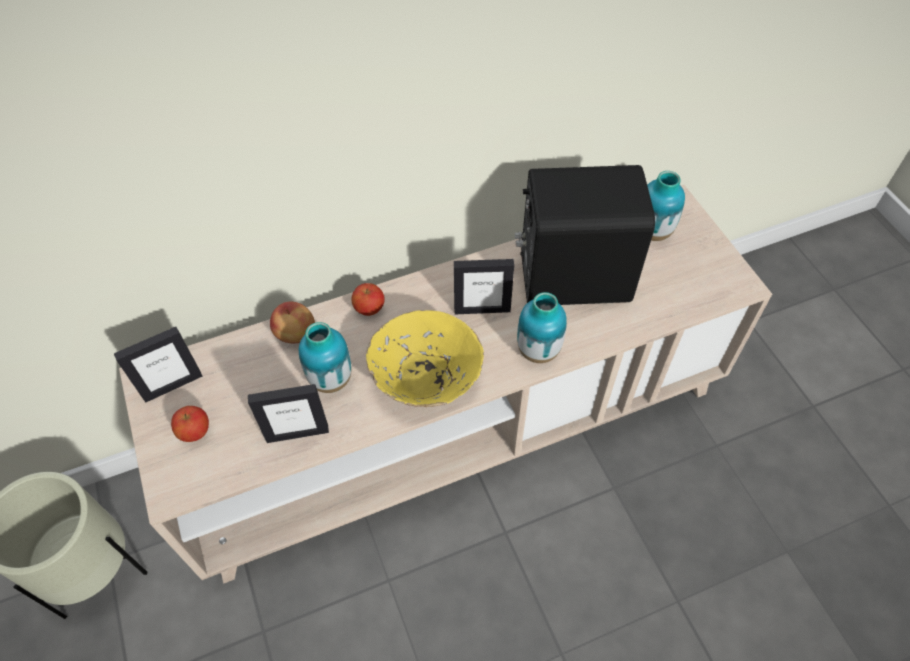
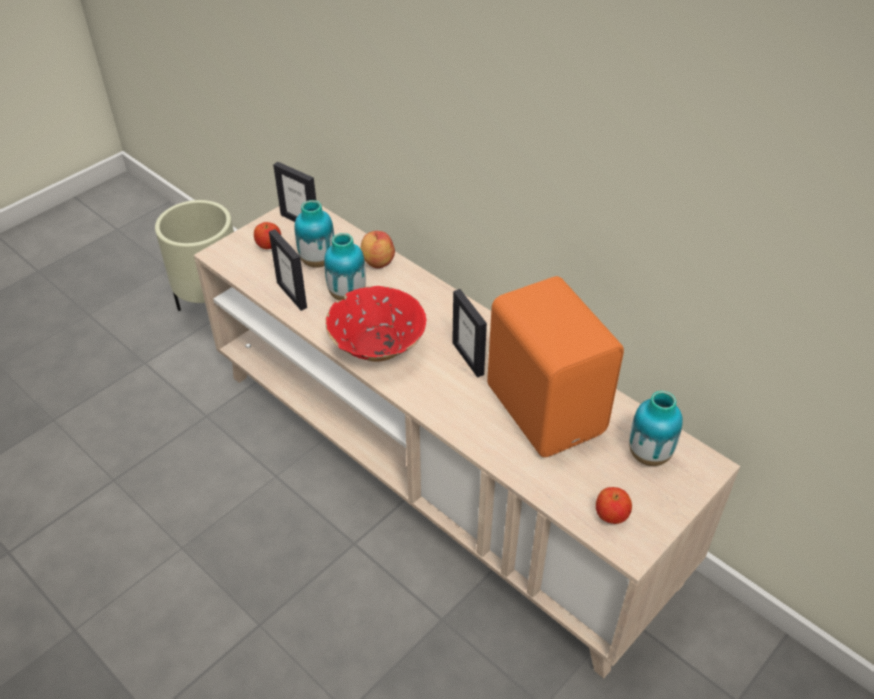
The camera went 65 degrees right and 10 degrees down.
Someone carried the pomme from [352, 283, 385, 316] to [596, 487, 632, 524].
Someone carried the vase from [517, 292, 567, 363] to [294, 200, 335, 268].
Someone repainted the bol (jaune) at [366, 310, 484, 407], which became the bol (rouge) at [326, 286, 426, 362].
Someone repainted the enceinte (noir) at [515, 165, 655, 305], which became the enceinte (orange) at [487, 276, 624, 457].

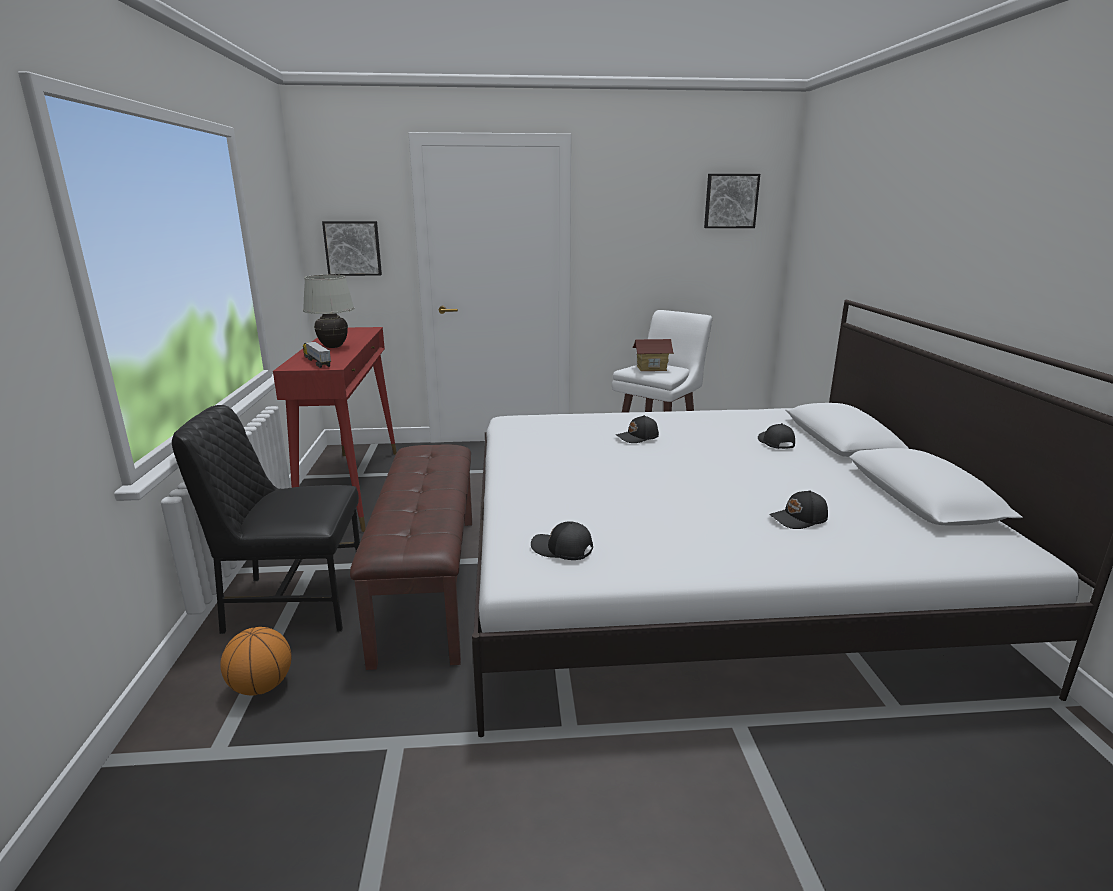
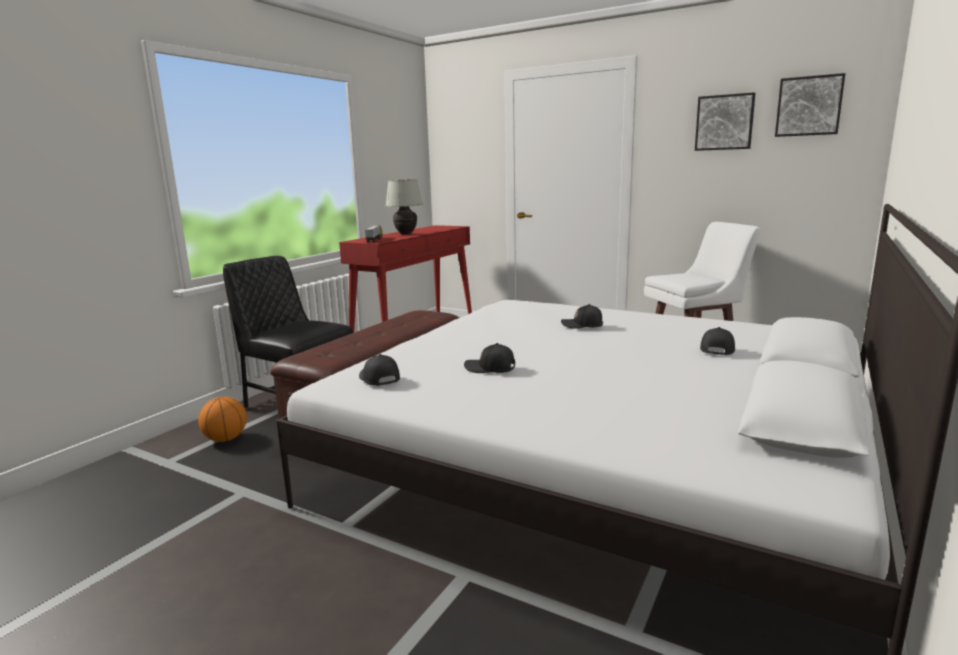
The camera went 35 degrees right and 5 degrees down.
Someone took away the maison miniature at [632, 339, 674, 371].
Someone carried the tableau from [322, 221, 382, 276] to [695, 92, 755, 151].
Someone carried the casquette (noir) from [769, 490, 828, 529] to [464, 343, 515, 373].

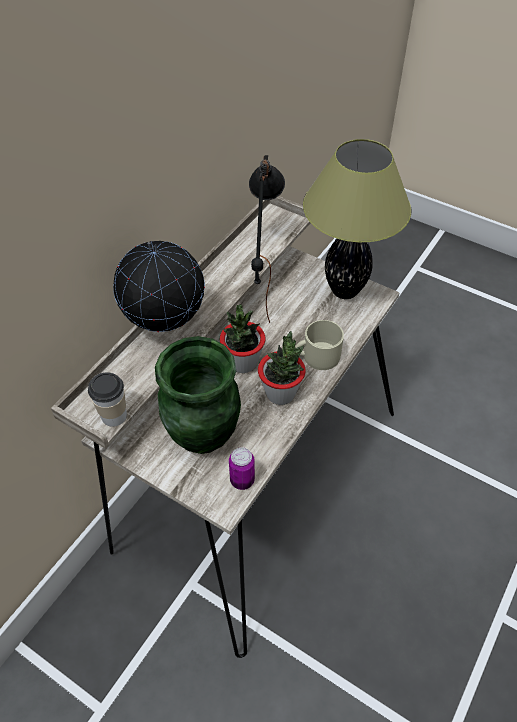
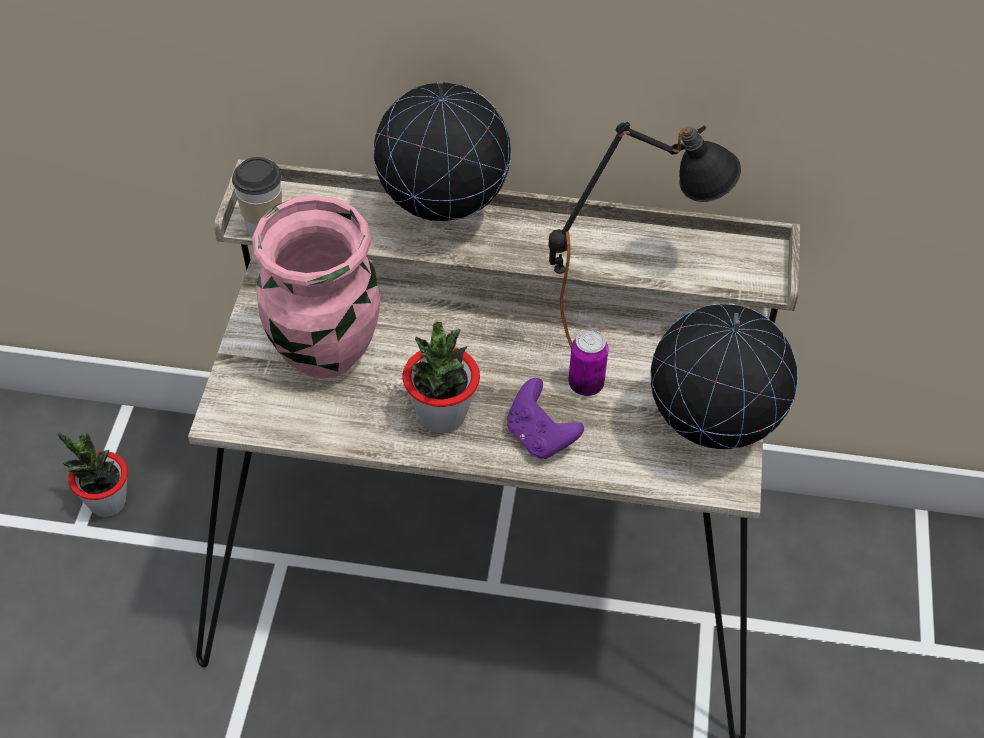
The camera went 65 degrees right and 0 degrees up.
Someone carried the plante en pot from [220, 304, 265, 373] to [58, 432, 128, 517].
Someone carried the boîte métallique from [229, 447, 255, 490] to [568, 330, 609, 396].
Someone swapped the mug (beige) at [295, 320, 344, 370] for the manette (violet) at [507, 378, 584, 459].
Someone swapped the lampe de table at [303, 139, 411, 299] for the globe at [651, 304, 798, 449].
Someone repainted the vase (vert) at [155, 336, 241, 454], which became the vase (rose) at [252, 195, 380, 379].

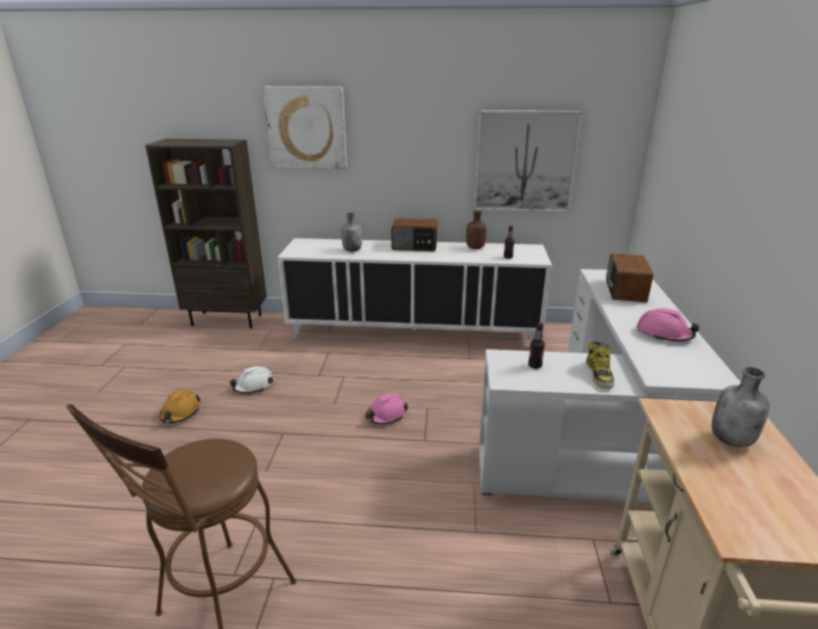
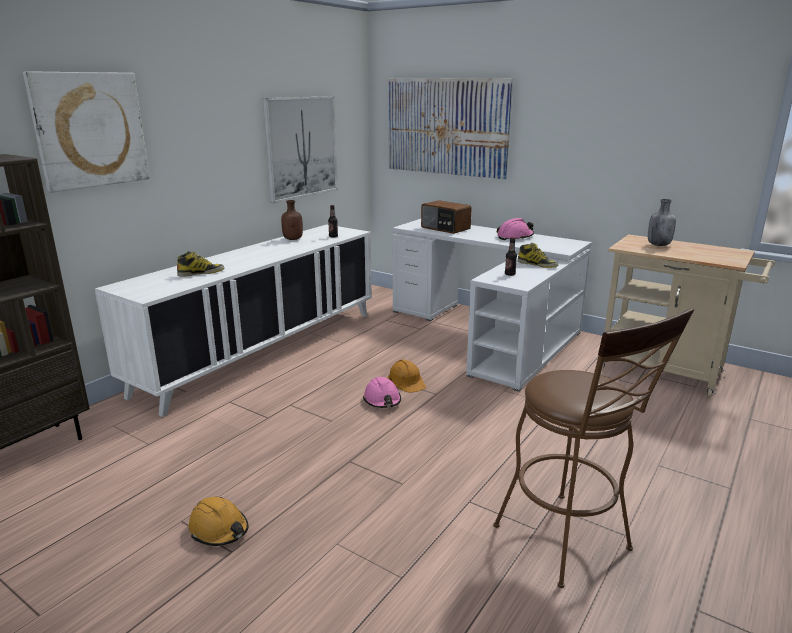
The camera went 60 degrees left and 5 degrees down.
Someone took away the casque de chantier (blanc) at [230, 366, 274, 393].
Someone took away the radio at [391, 218, 438, 251].
Someone put down the casque de chantier (orange) at [387, 359, 426, 393].
Someone put up the tableau at [388, 78, 513, 179].
Someone swapped the bouteille (gris) at [341, 213, 362, 252] for the botte at [177, 251, 224, 277].

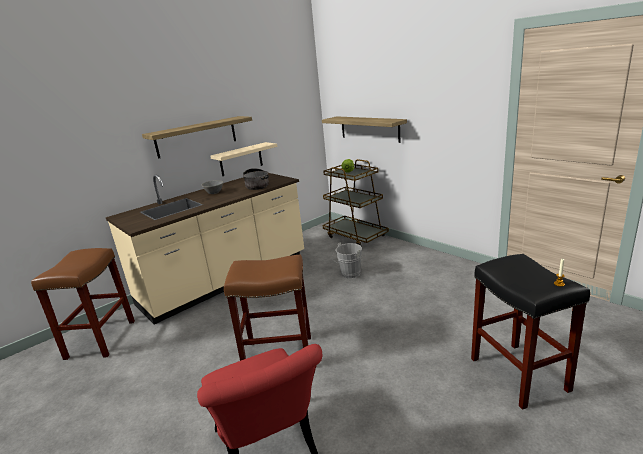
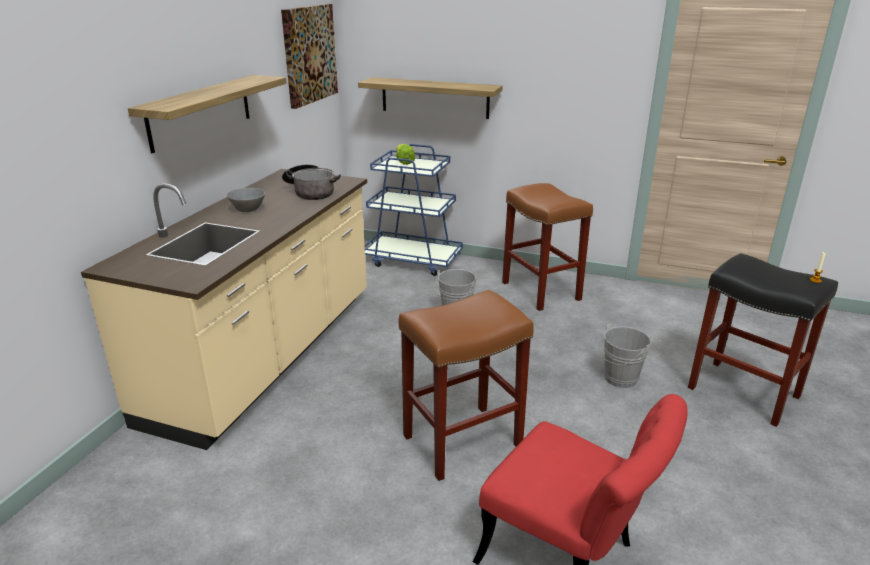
The camera went 30 degrees left and 5 degrees up.
Someone took away the étagère (beige) at [210, 142, 277, 176].
Someone put up the tableau at [281, 4, 338, 109].
Someone put down the seau (gris) at [595, 324, 652, 389].
Someone carried the tabouret (marron) from [31, 248, 135, 360] to [502, 183, 593, 311].
Someone repainted the chariot (marron) at [323, 159, 389, 247], which became the chariot (bleu) at [365, 144, 463, 276].

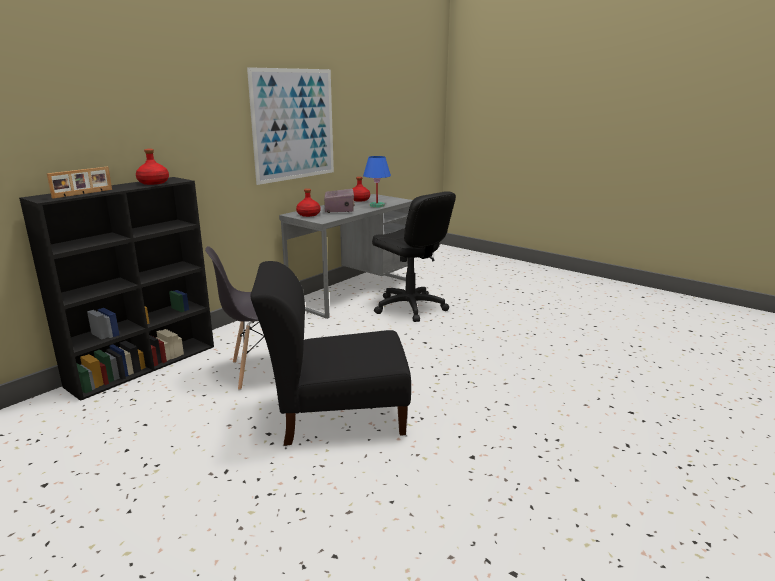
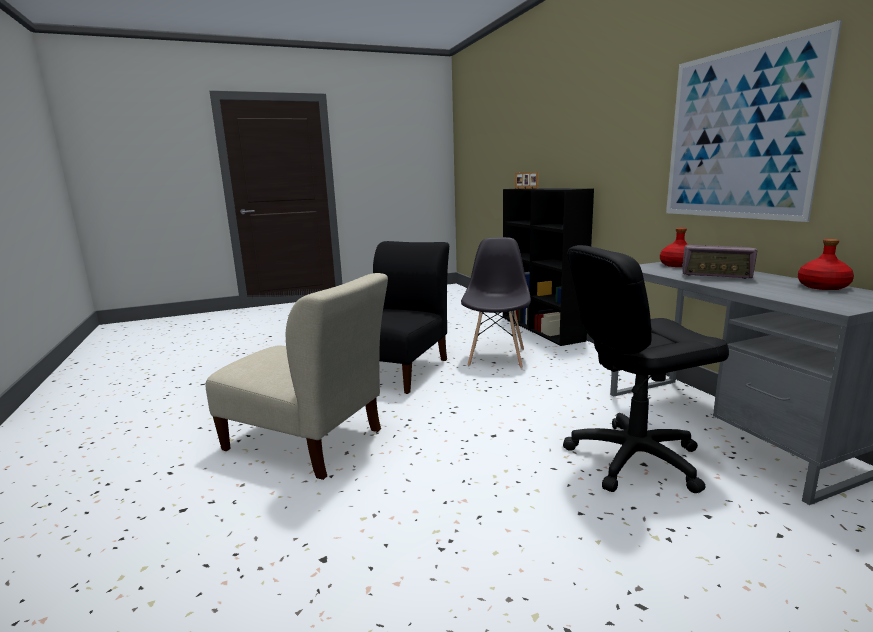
The camera went 120 degrees right and 5 degrees down.
Someone took away the bouteille (rouge) at [136, 149, 169, 185].
Someone took away the lampe de table (bleu) at [363, 156, 391, 208].
Someone put down the chaise (beige) at [205, 273, 388, 480].

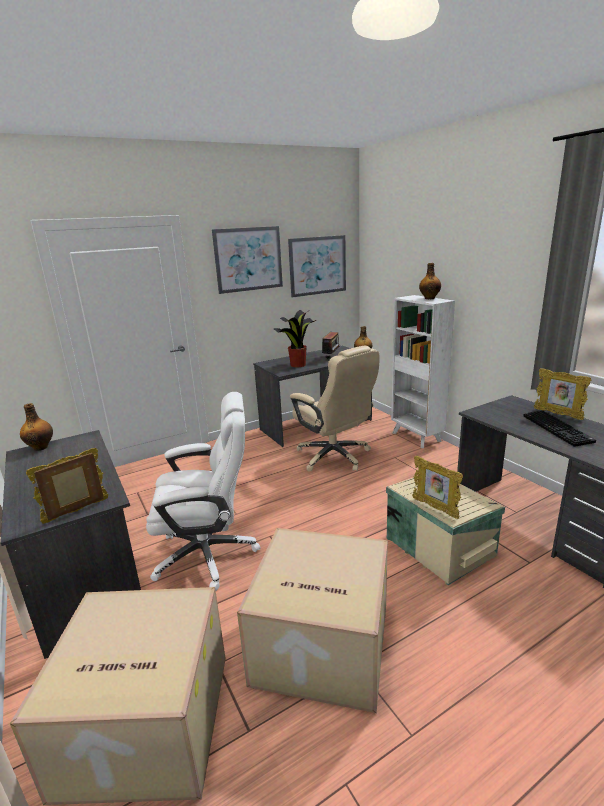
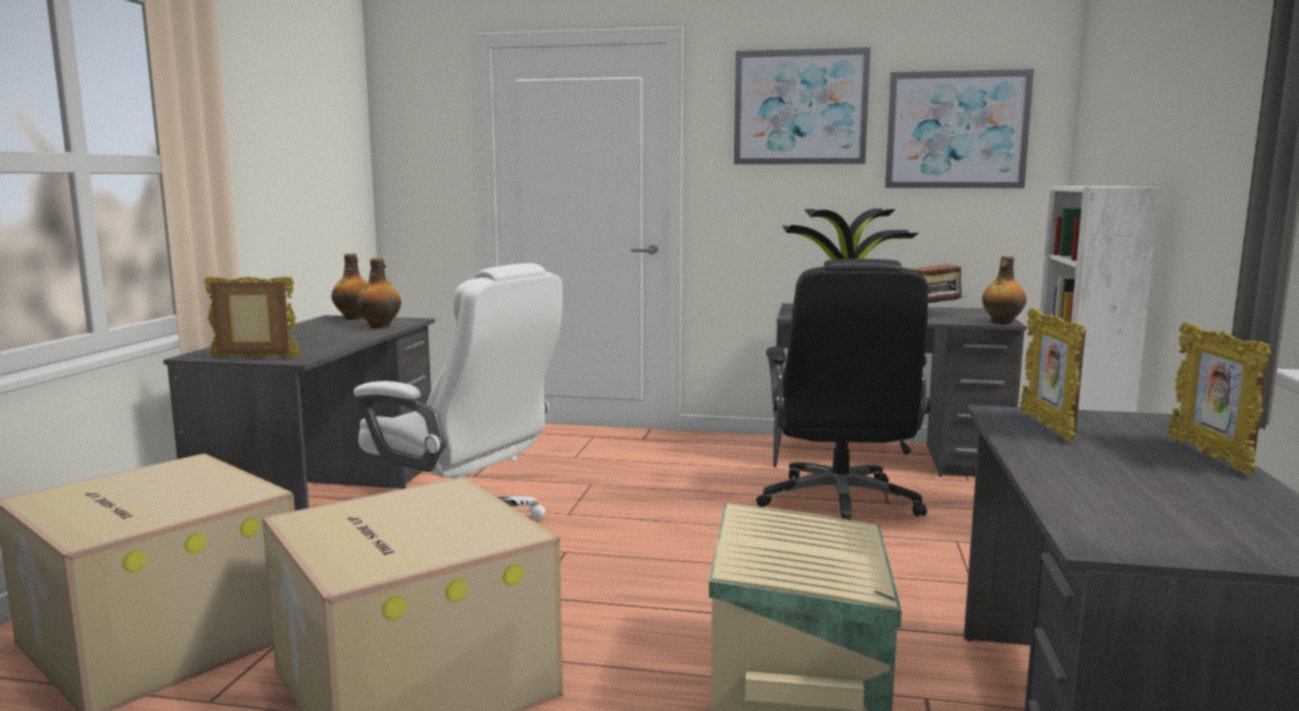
The camera went 40 degrees right and 10 degrees down.
Someone took away the clavier at [523, 410, 596, 447].
Someone carried the cadre photo from [412, 456, 463, 519] to [1020, 308, 1086, 442].
Someone carried the bouteille from [419, 263, 441, 299] to [356, 258, 401, 328].
Someone repainted the chaise de bureau (beige) at [290, 346, 380, 472], which became the chaise de bureau (noir) at [756, 259, 930, 520].

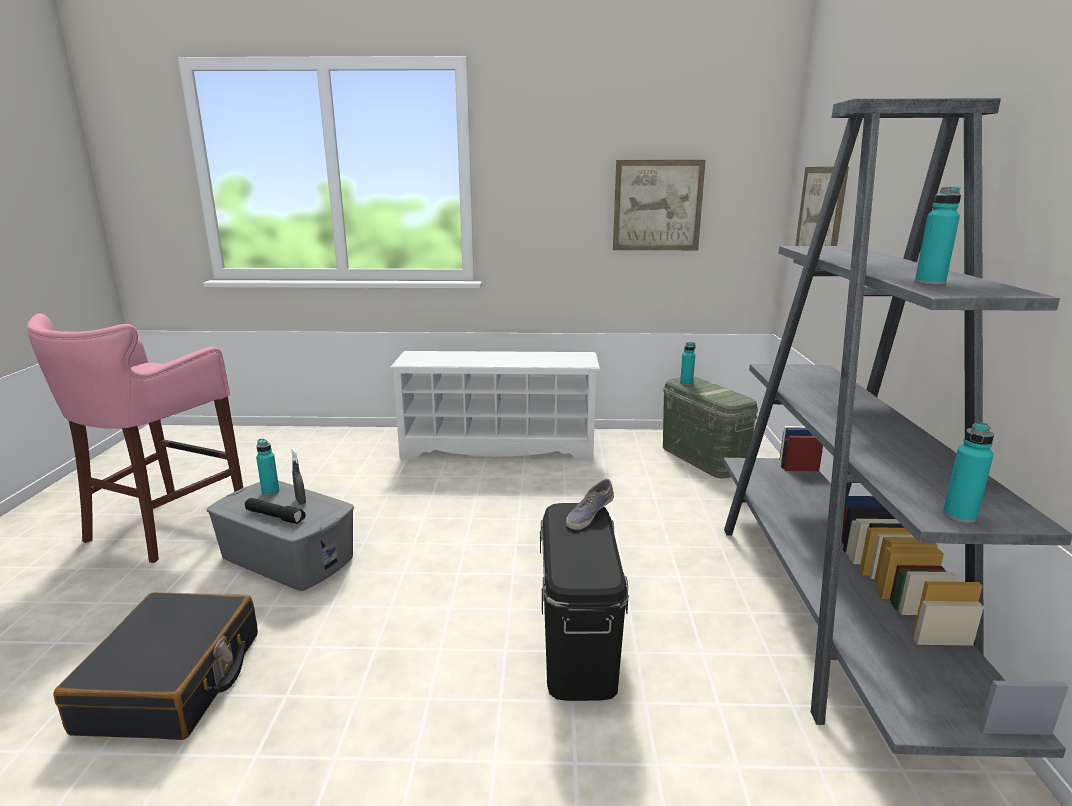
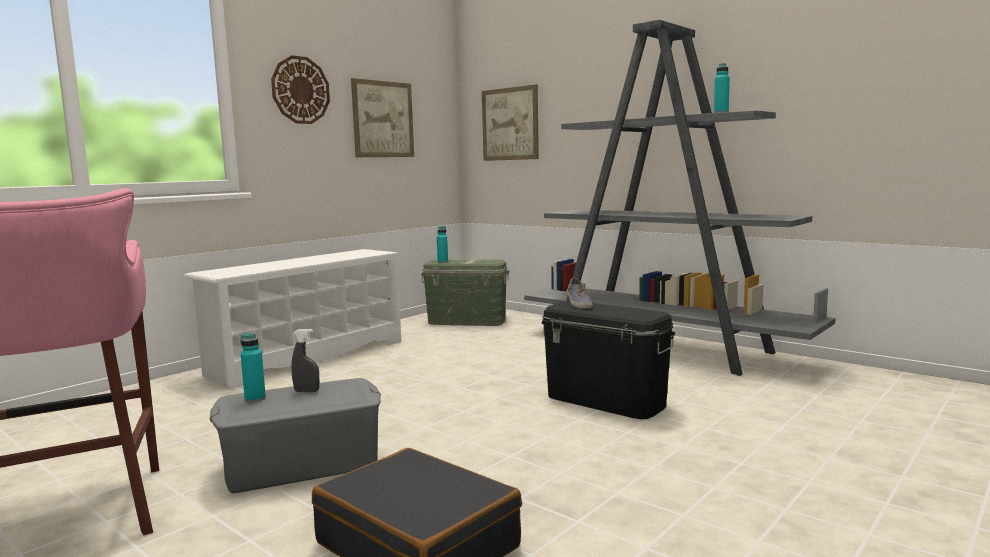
The camera went 50 degrees left and 10 degrees down.
Someone took away the lampe de poche (noir) at [245, 498, 305, 524].
Someone took away the bouteille (turquoise) at [943, 422, 994, 523].
Someone put up the horloge murale at [271, 55, 330, 124].

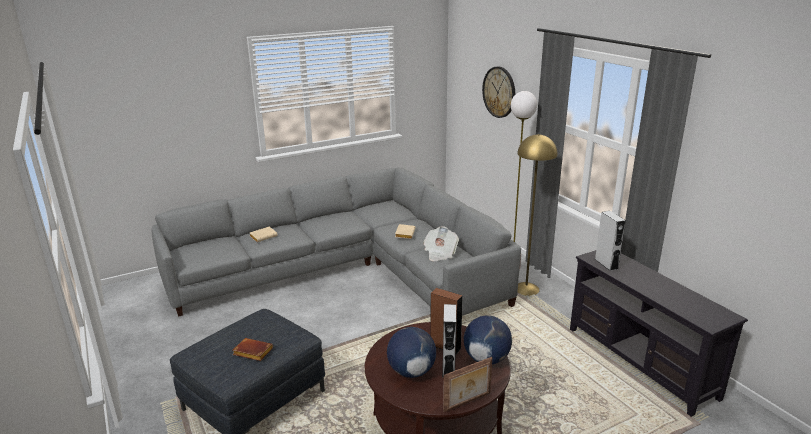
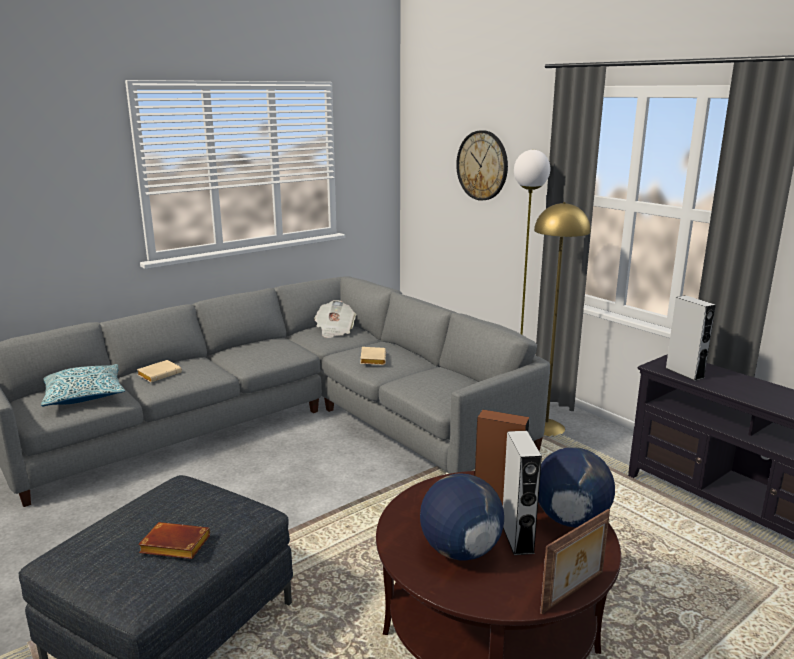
The camera went 10 degrees left and 5 degrees down.
Someone put down the coussin at [41, 364, 125, 406].
Someone carried the journal from [423, 226, 459, 261] to [314, 300, 357, 338].

